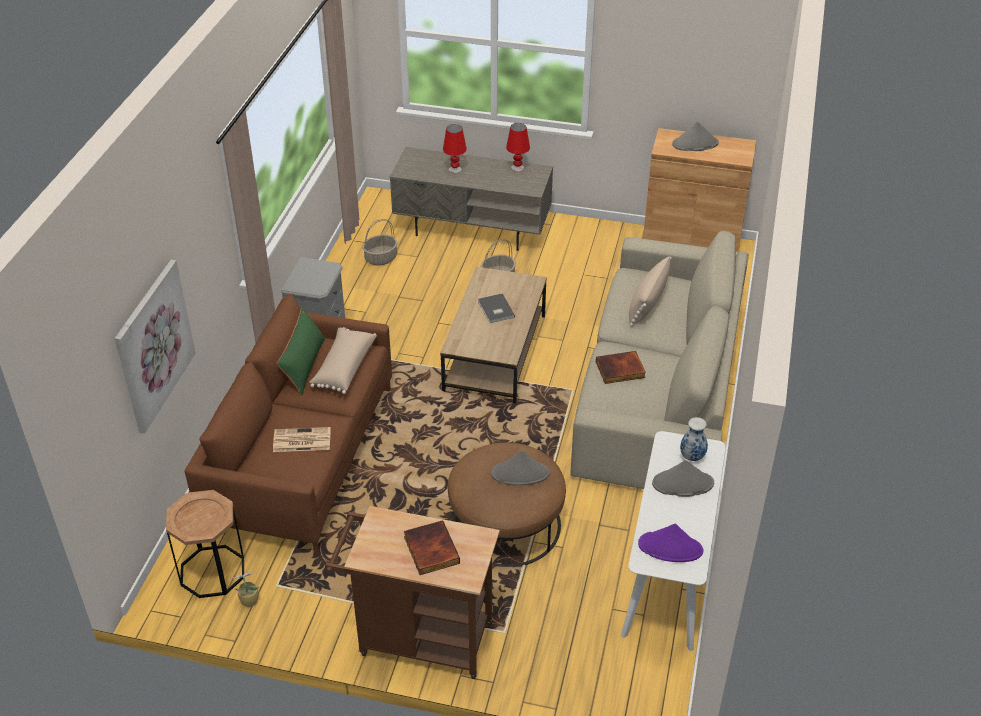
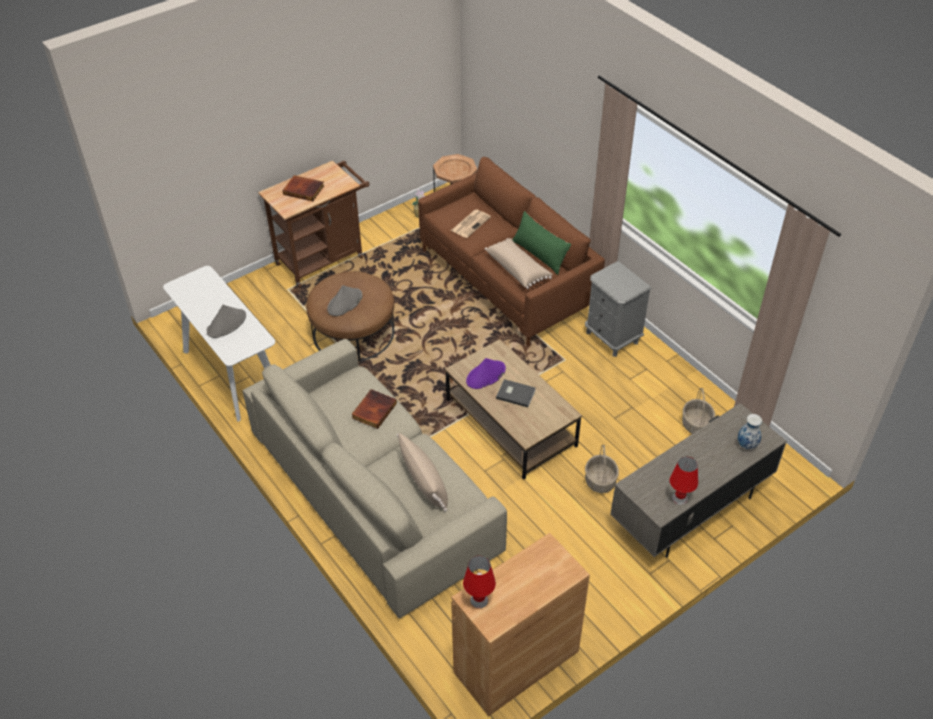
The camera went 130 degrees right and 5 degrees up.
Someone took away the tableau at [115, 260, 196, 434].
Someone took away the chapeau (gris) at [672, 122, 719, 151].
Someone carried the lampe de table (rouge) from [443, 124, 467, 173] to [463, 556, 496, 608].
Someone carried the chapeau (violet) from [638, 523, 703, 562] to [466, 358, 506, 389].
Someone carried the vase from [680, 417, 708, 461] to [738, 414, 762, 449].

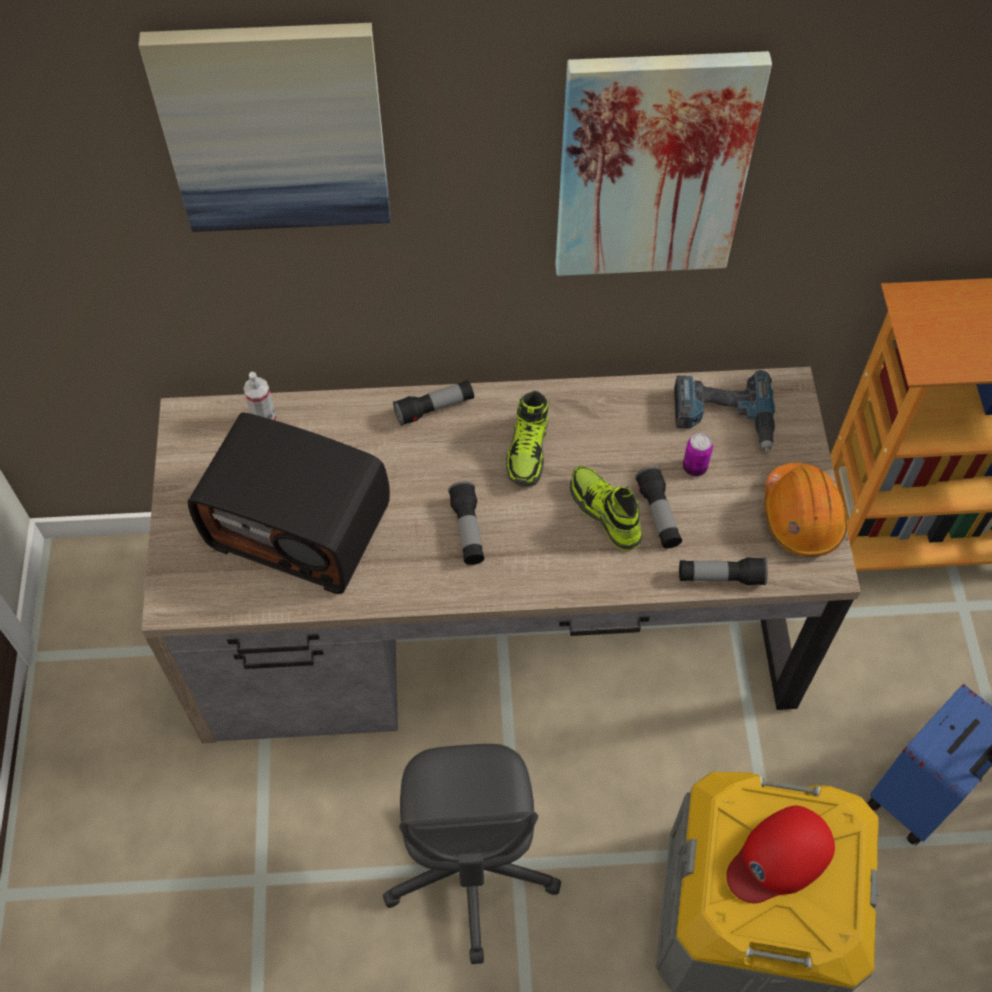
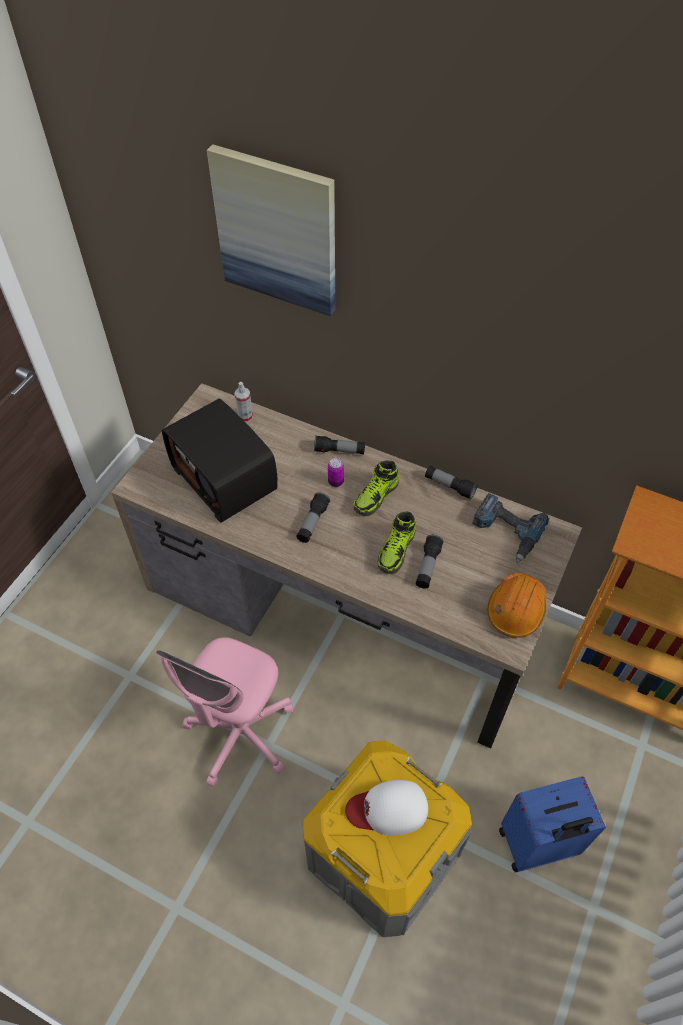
The camera went 30 degrees right and 5 degrees down.
Someone took away the tableau at [556, 51, 772, 276].
Someone carried the lampe de poche from [679, 557, 768, 585] to [425, 466, 478, 500].
Someone carried the boîte métallique from [683, 433, 713, 476] to [328, 458, 344, 487].
Someone repainted the chaise de bureau (gris) at [383, 744, 561, 964], which became the chaise de bureau (rose) at [156, 637, 293, 787].
Someone repainted the casquette (rouge) at [726, 806, 835, 904], which became the casquette (blanc) at [345, 780, 428, 835].
Someone rotated the chaussure at [570, 465, 642, 551] by 150 degrees counterclockwise.

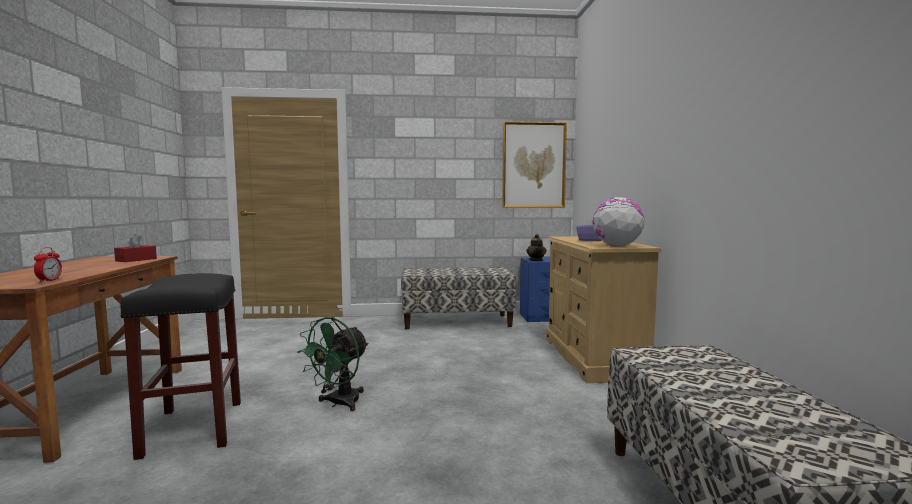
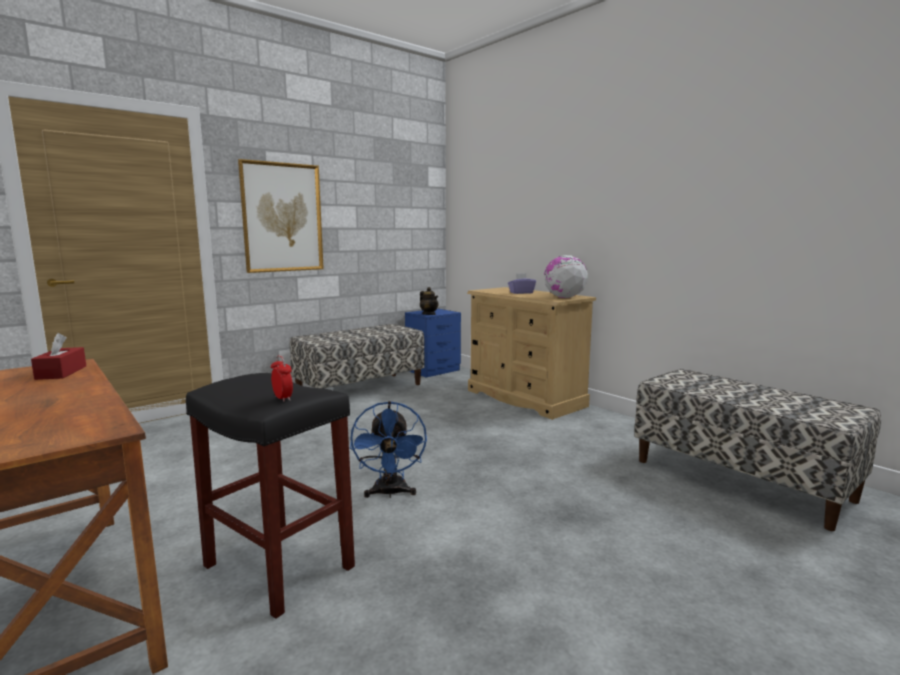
The camera went 35 degrees left and 5 degrees up.
Someone carried the réveil from [34, 247, 62, 282] to [271, 355, 293, 402].
Someone carried the tableau from [502, 121, 567, 208] to [238, 159, 324, 273].
Someone repainted the ventilateur (vert) at [297, 317, 369, 411], which became the ventilateur (bleu) at [350, 401, 427, 498].

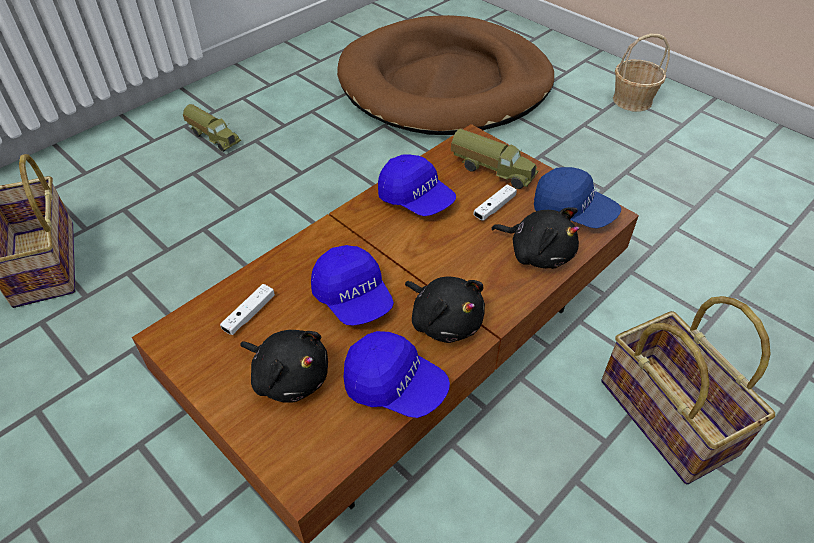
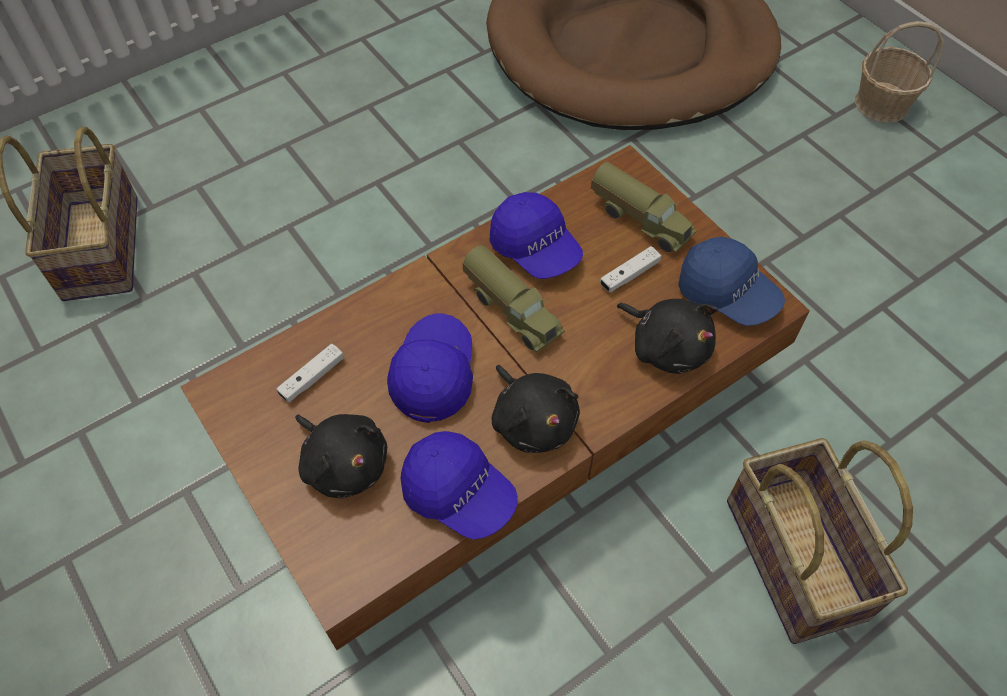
The camera went 10 degrees right and 10 degrees up.
Someone carried the camion jouet from [183, 104, 241, 152] to [462, 245, 565, 352].
Someone rotated the casquette (bleu) at [311, 245, 394, 326] by 150 degrees counterclockwise.

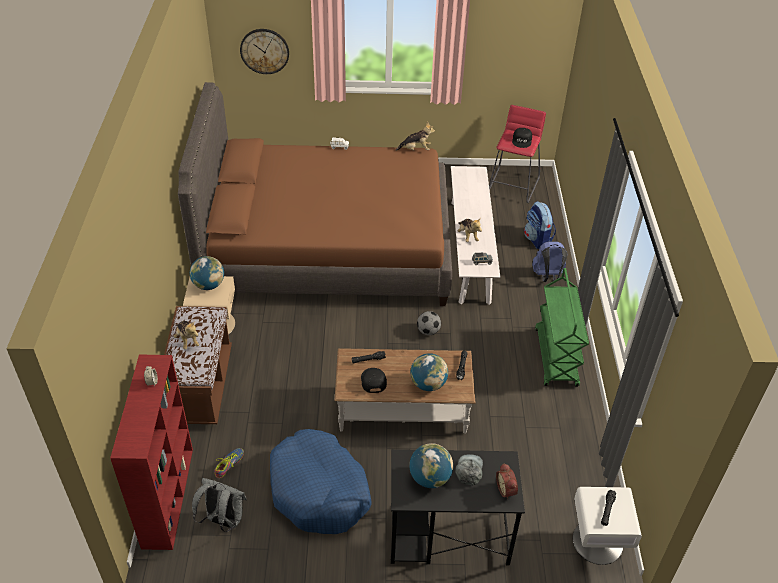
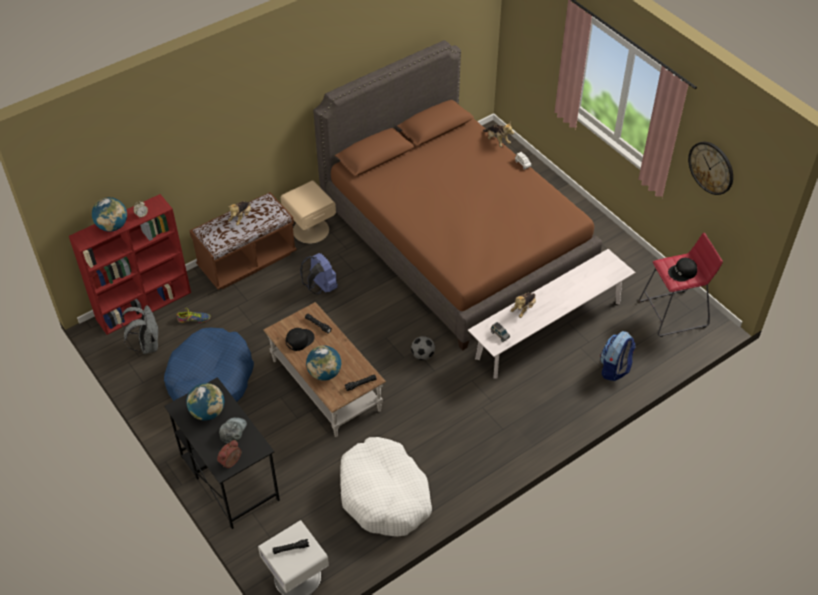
The camera went 55 degrees right and 5 degrees up.
Someone took away the chariot (vert) at [535, 268, 589, 387].
Someone put down the panier pour chien (blanc) at [340, 437, 432, 537].
Someone carried the globe from [190, 256, 224, 290] to [92, 197, 127, 232].
Someone carried the horloge murale from [240, 29, 289, 74] to [688, 142, 733, 195].
Someone carried the peluche from [396, 122, 435, 151] to [483, 122, 514, 147].
Someone carried the sac à dos (bleu) from [532, 242, 567, 282] to [300, 253, 338, 294].
Someone rotated the casquette (gris) at [455, 454, 483, 485] by 45 degrees counterclockwise.

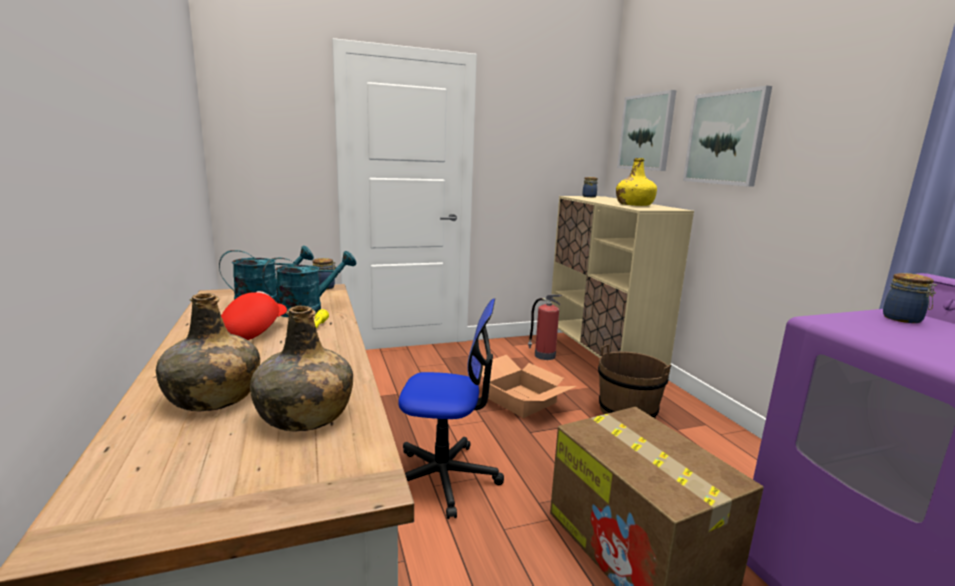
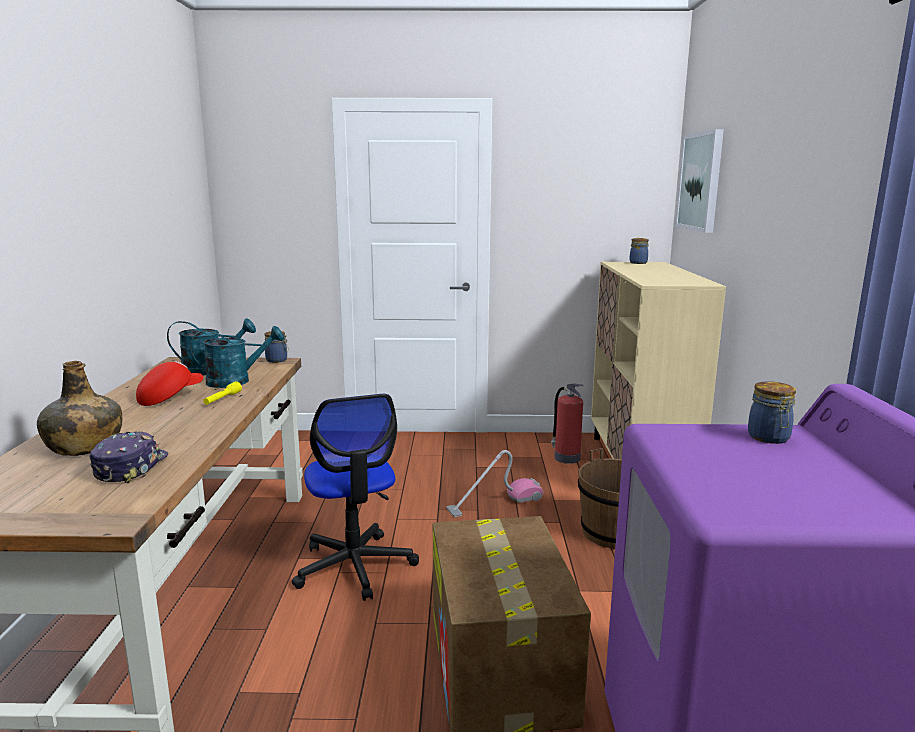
The camera went 20 degrees right and 0 degrees up.
Someone took away the bouteille (jaune) at [616, 158, 657, 206].
Someone took away the tableau at [683, 86, 772, 187].
Someone swapped the bouteille (vert) at [250, 306, 353, 432] for the casquette at [90, 432, 168, 483].
Someone swapped the carton at [482, 355, 577, 418] for the aspirateur at [446, 450, 543, 517].
Someone rotated the chaise de bureau at [398, 299, 504, 519] by 45 degrees clockwise.

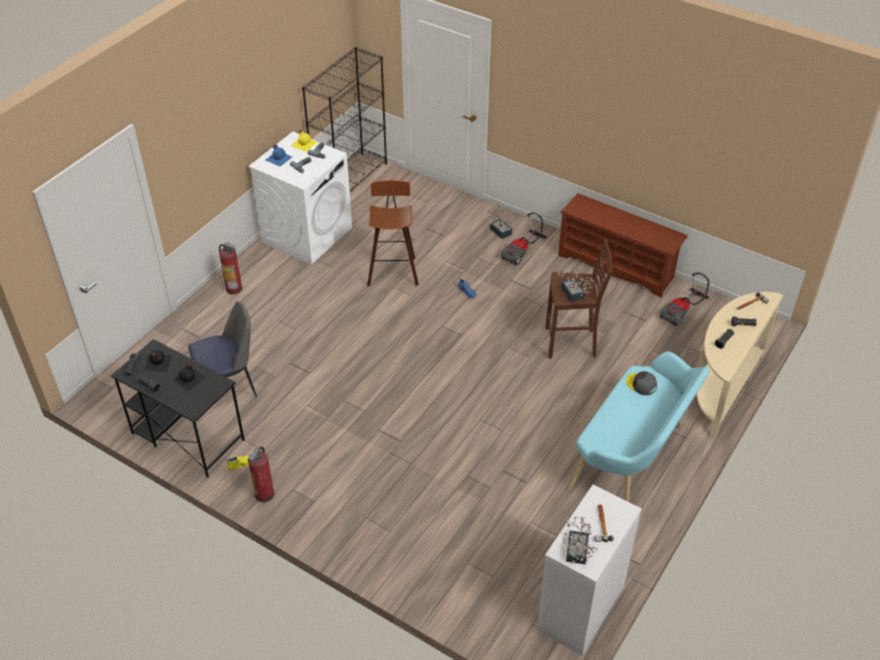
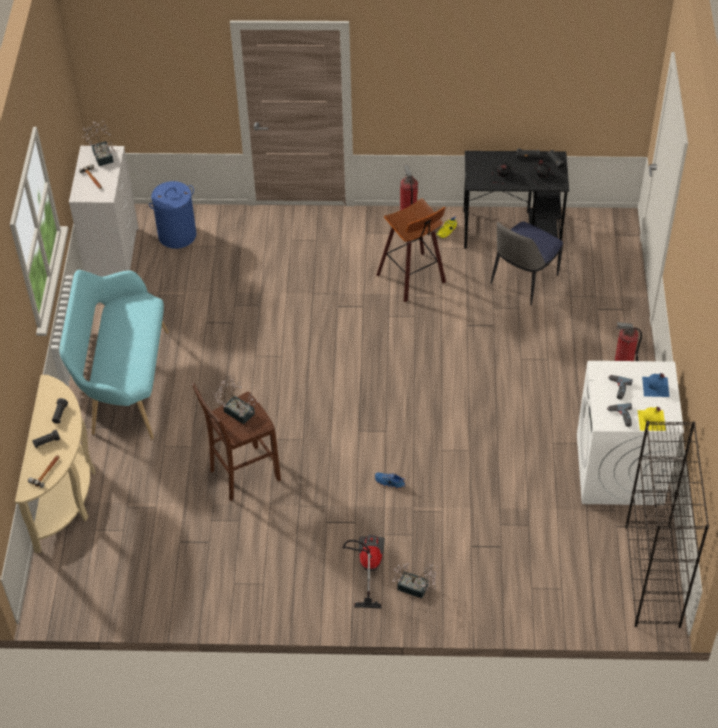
The camera went 150 degrees right and 5 degrees up.
Someone took away the étagère à chaussures (marron) at [558, 193, 688, 298].
Someone took away the casquette (gris) at [626, 371, 657, 395].
Someone took away the aspirateur at [660, 272, 709, 327].
Someone put down the panier à linge (bleu) at [149, 181, 197, 249].
Someone carried the tabouret from [367, 180, 419, 286] to [377, 199, 446, 302].

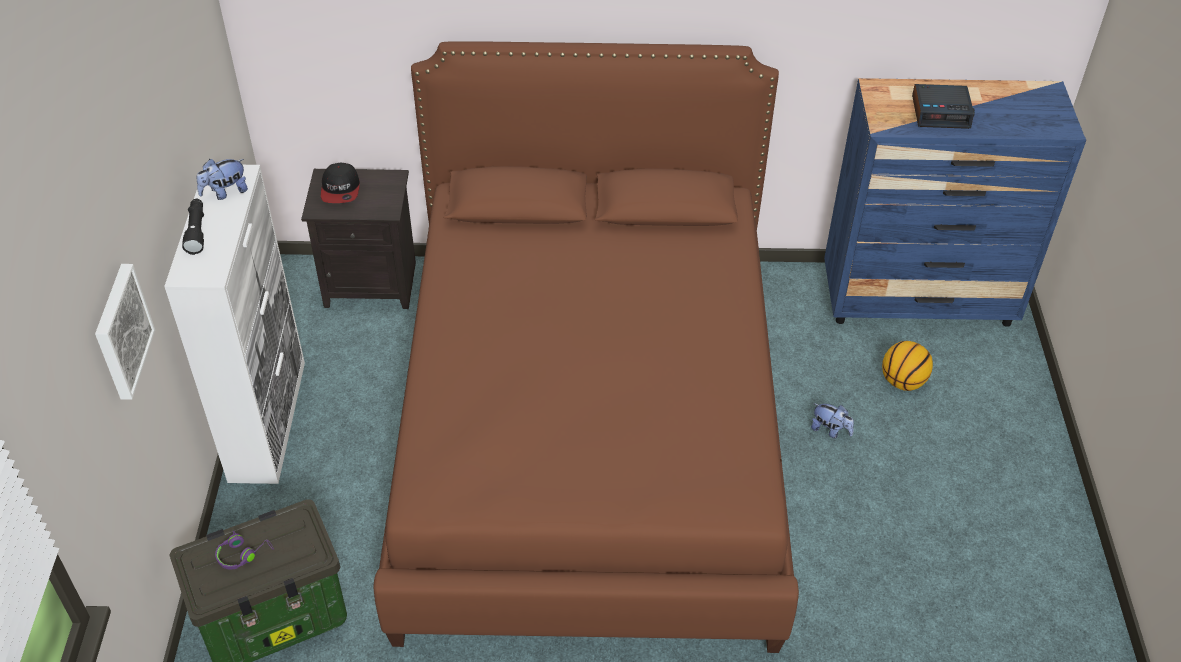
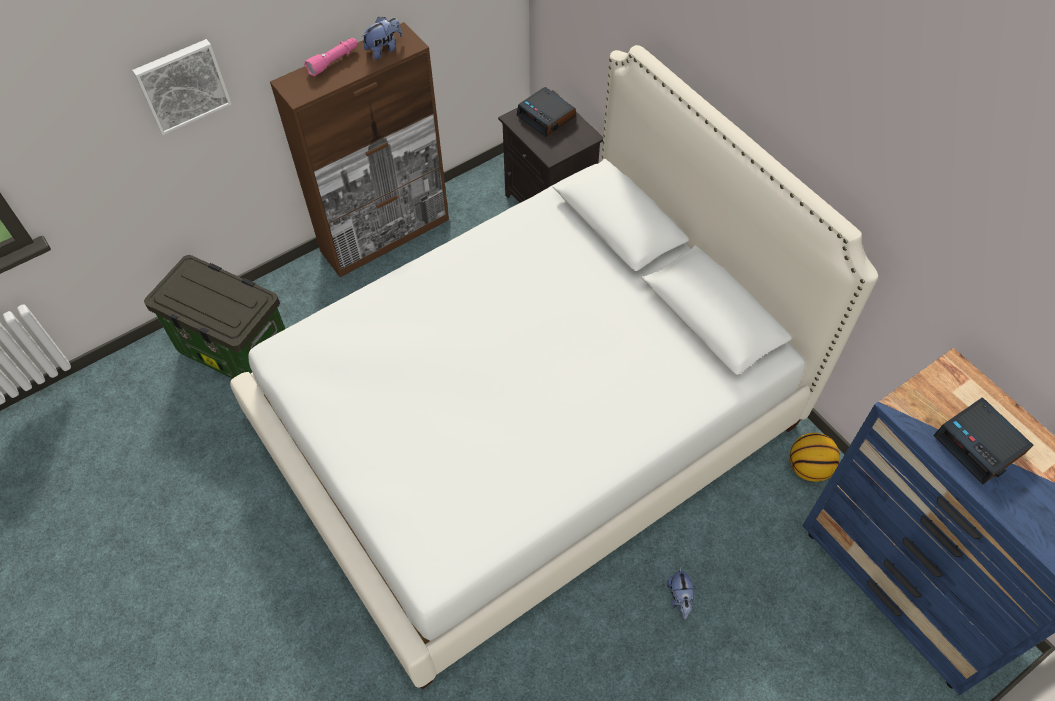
The camera went 55 degrees right and 10 degrees up.
Someone took away the casque audio (violet) at [215, 531, 274, 569].
Someone carried the ballon de basket from [882, 341, 933, 391] to [790, 433, 840, 482].
Someone swapped the casquette at [321, 163, 360, 203] for the réveil at [517, 87, 576, 137].
Someone repainted the meuble de rangement (blanc) at [164, 165, 305, 484], which became the meuble de rangement (marron) at [270, 22, 449, 277].
Someone repainted the lampe de poche (noir) at [182, 199, 204, 255], which became the lampe de poche (rose) at [304, 38, 358, 76].
Someone repainted the lit (marron) at [373, 41, 799, 653], which became the lit (blanc) at [230, 45, 878, 689].
Someone rotated the peluche at [197, 159, 248, 200] by 120 degrees clockwise.

